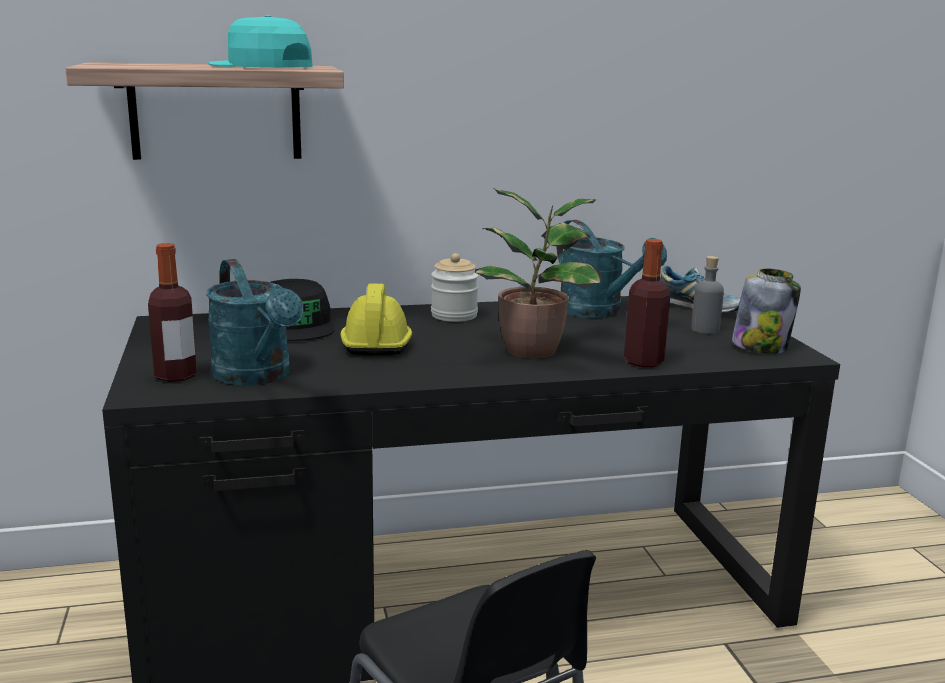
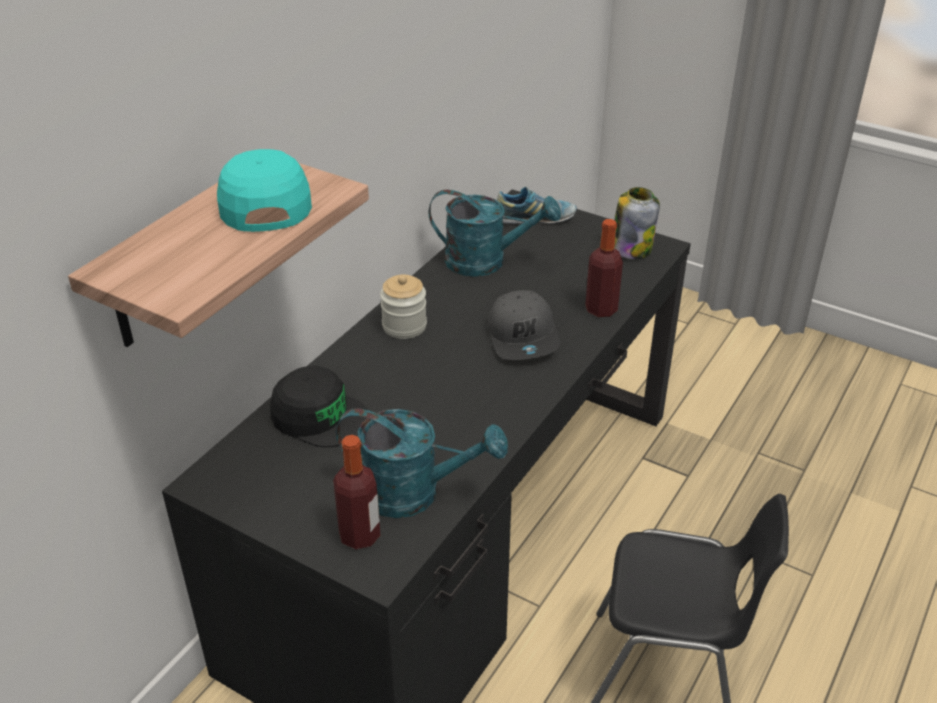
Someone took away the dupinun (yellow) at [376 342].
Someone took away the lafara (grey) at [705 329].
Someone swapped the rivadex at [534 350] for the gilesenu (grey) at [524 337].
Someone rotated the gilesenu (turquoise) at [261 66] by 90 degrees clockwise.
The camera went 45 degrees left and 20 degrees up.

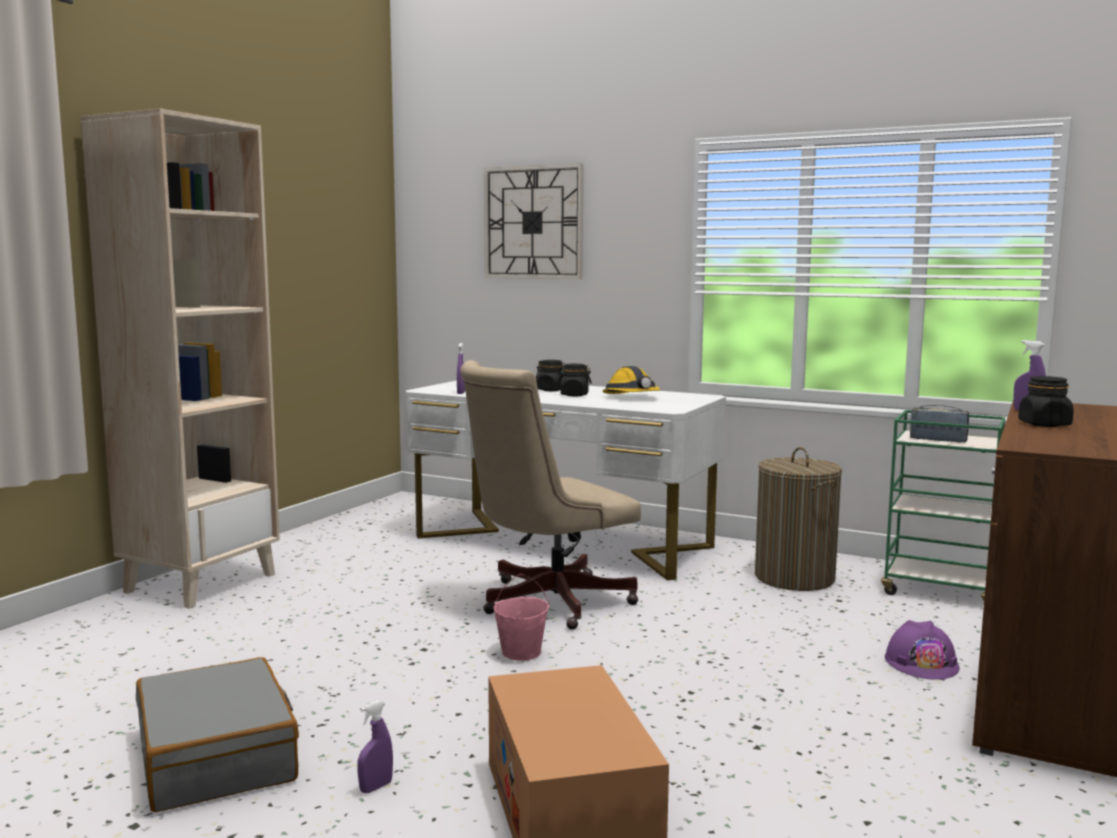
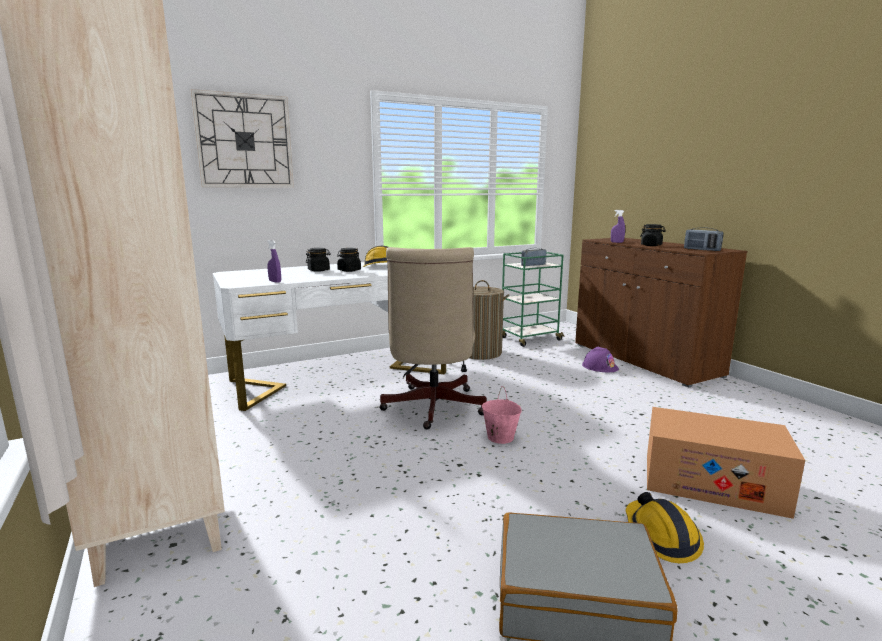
Someone put down the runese at [701 250].
Someone swapped the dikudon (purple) at [376 787] for the dupinun at [660 536].
The camera went 55 degrees left and 5 degrees up.

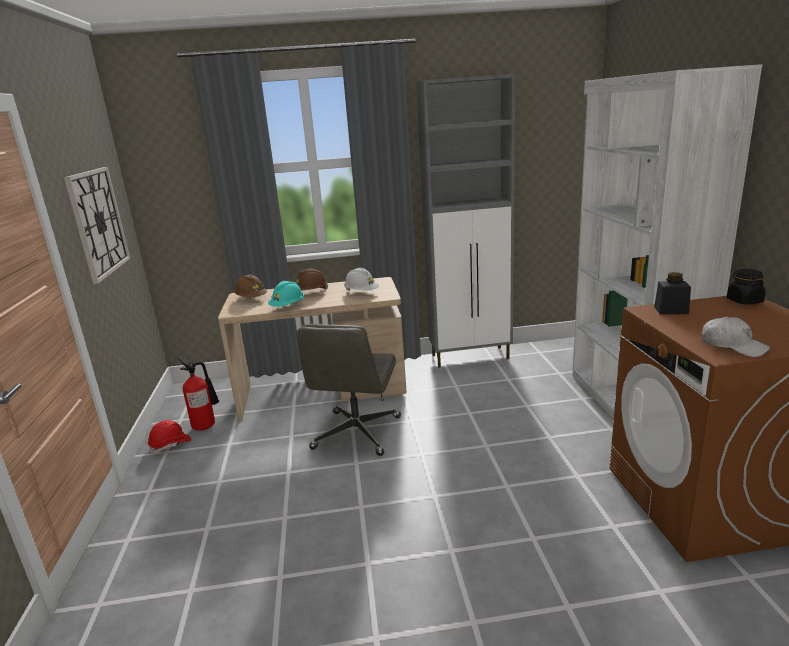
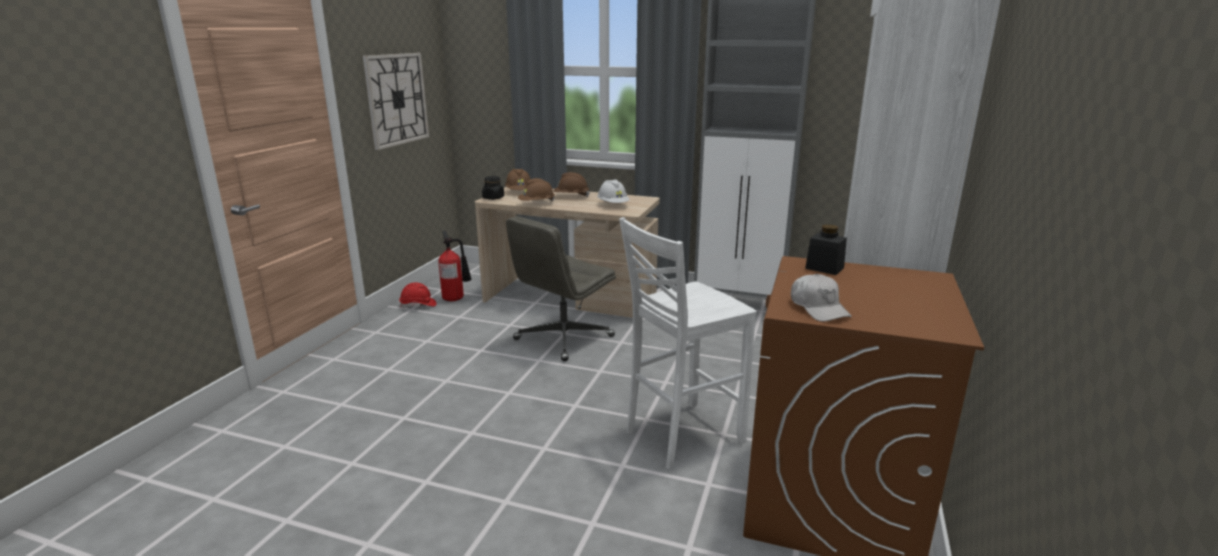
Someone put down the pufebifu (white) at [680 436].
Someone carried the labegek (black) from [744 301] to [493 198].
Someone repainted the dupinun (turquoise) at [287 307], which became the dupinun (brown) at [537 204].
The camera went 25 degrees right and 0 degrees up.

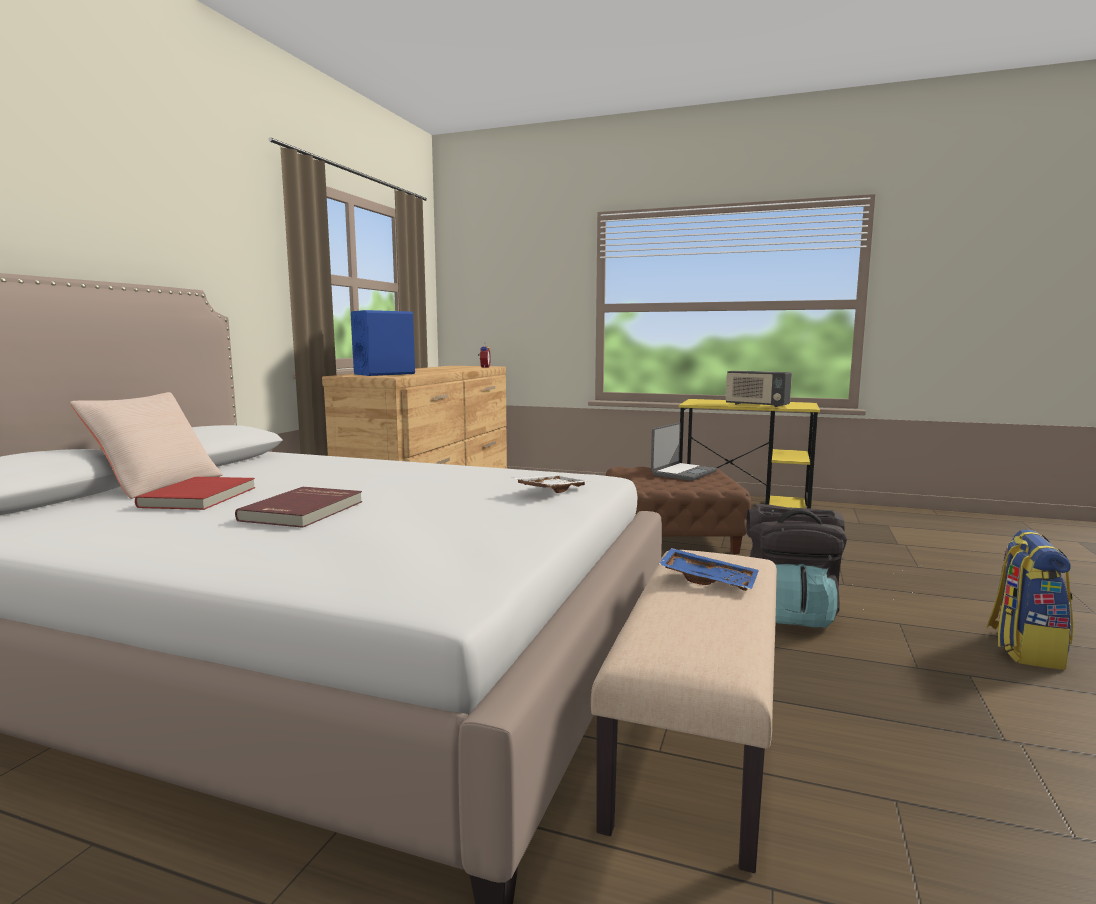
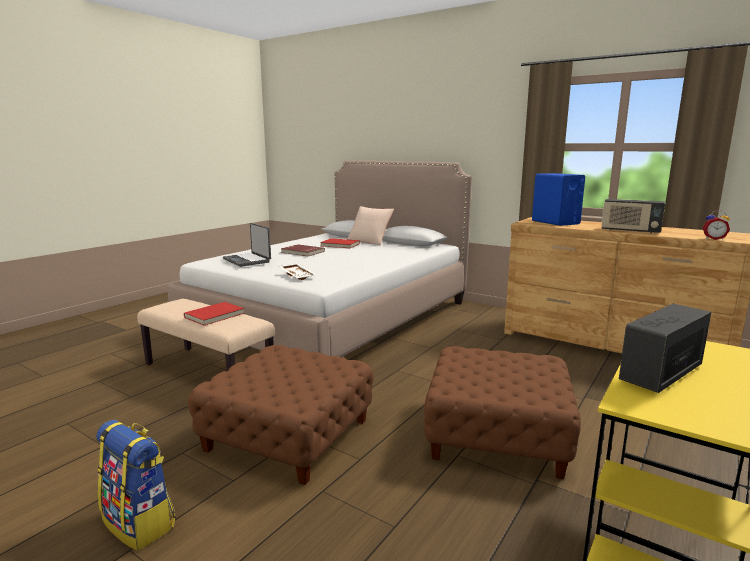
Someone put down the runese at [630 231].
Someone carried the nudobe from [683 473] to [247 260].
Someone swapped the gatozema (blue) at [708 580] for the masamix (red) at [215 315].
Someone swapped the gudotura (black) at [790 614] for the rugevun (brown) at [288 435].
The camera went 105 degrees right and 5 degrees up.

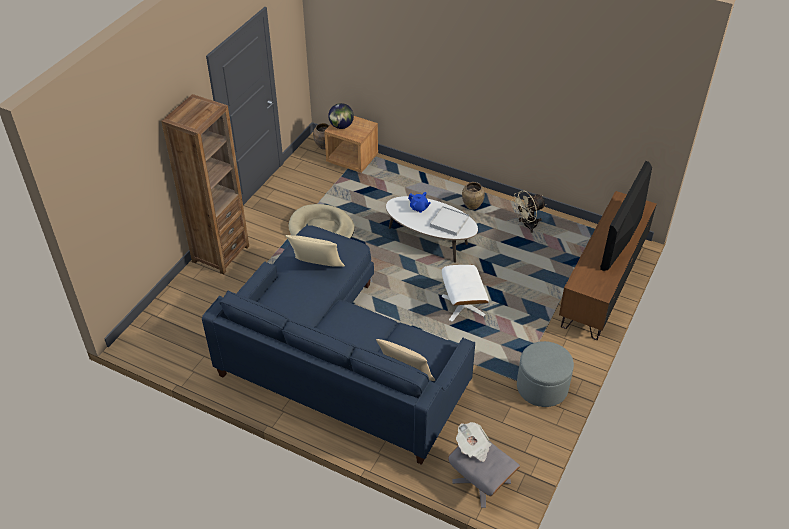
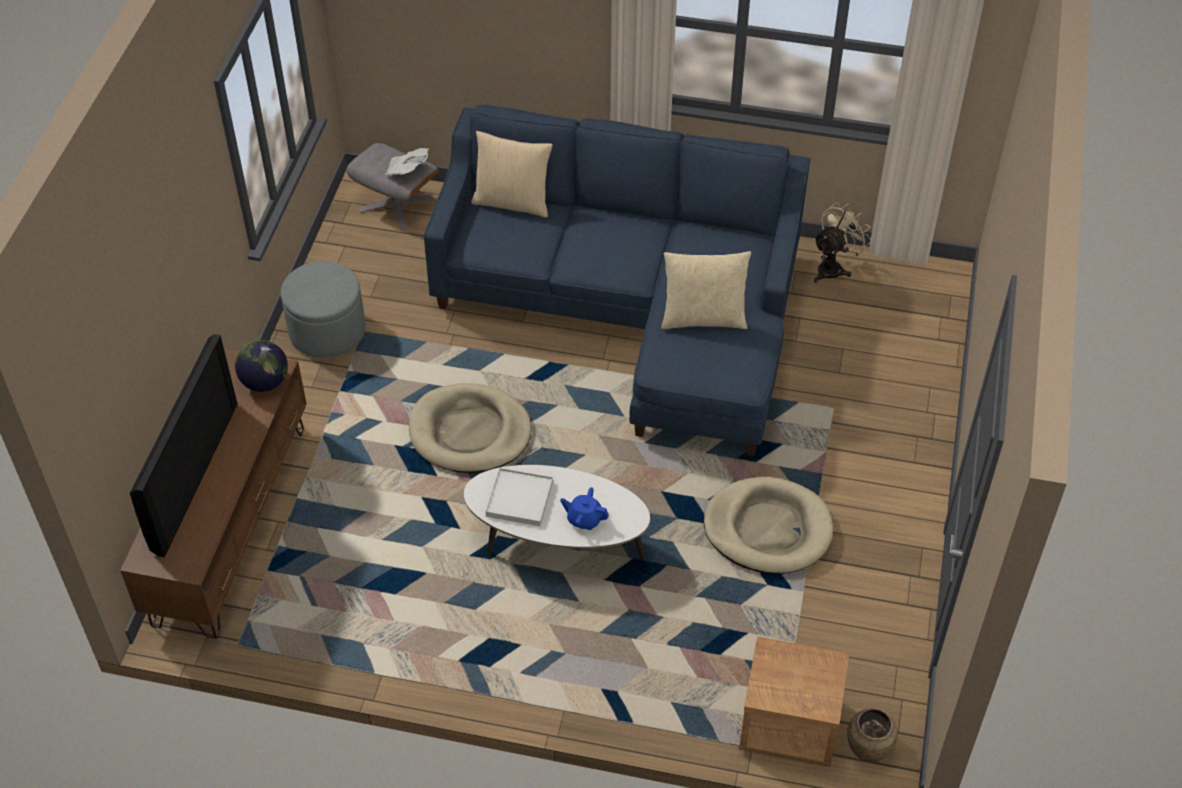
Someone took away the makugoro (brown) at [220 254].
Someone took away the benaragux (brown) at [472 206].
Someone carried the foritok from [341 126] to [265 382].
Someone carried the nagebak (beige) from [526 225] to [834 267].
Someone swapped the rugevun (white) at [462 305] for the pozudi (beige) at [470 432].
The camera went 165 degrees right and 5 degrees up.

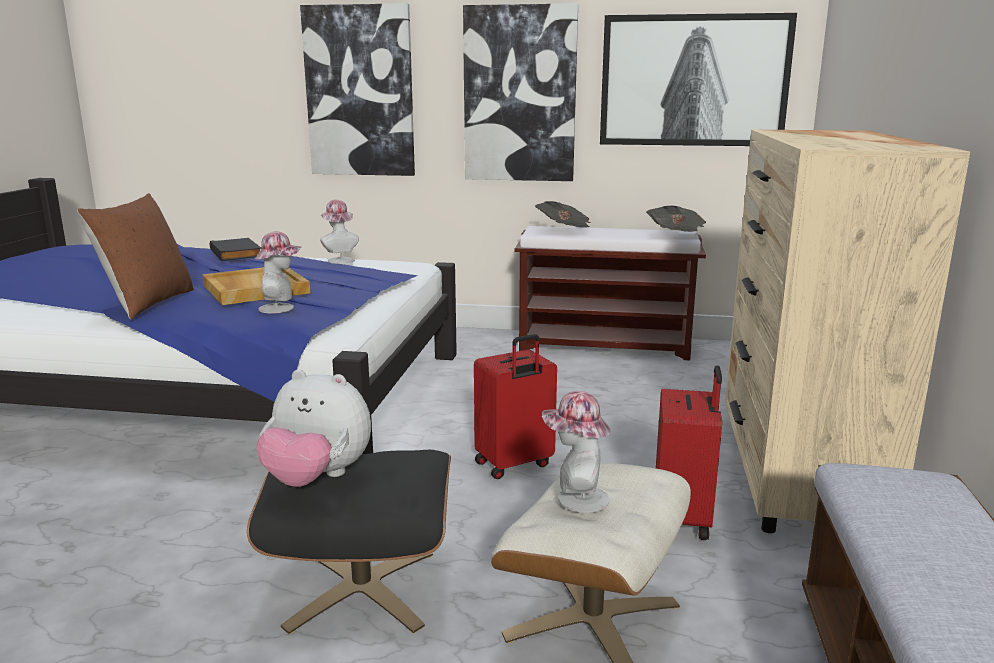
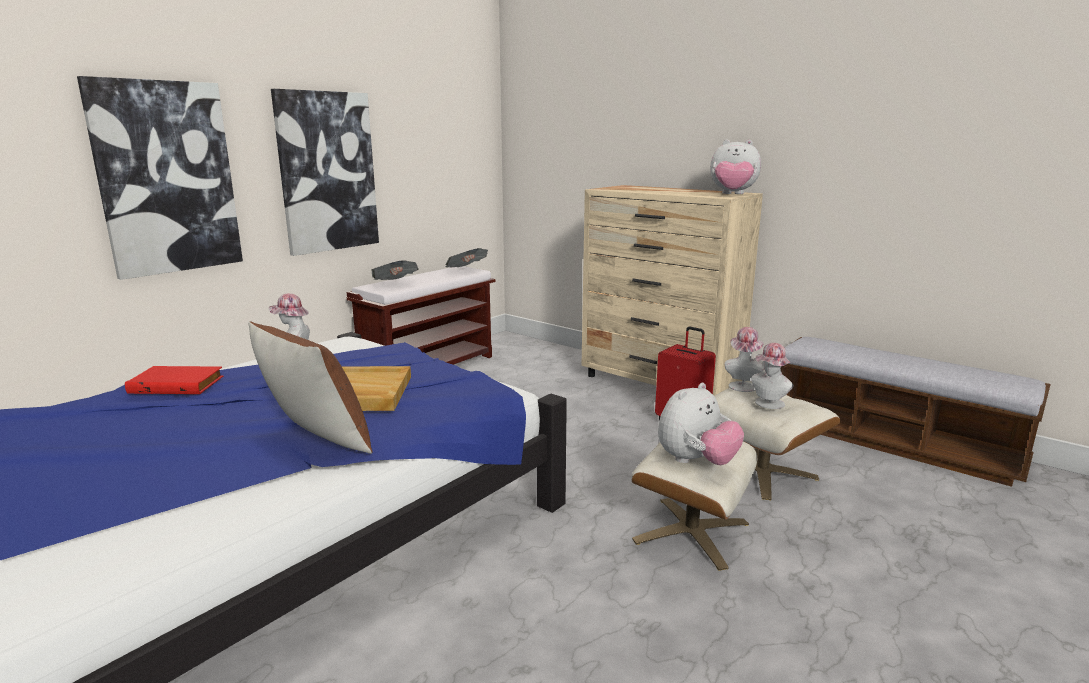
Someone took away the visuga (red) at [514 465].
Someone took away the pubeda at [694 81].
Someone put down the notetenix at [732 194].
Someone carried the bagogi from [281 308] to [742 385].
Someone repainted the masamix (black) at [237 253], which became the masamix (red) at [178 384].
Someone repainted the rugevun (black) at [362 588], which became the rugevun (beige) at [690 531].
The camera went 60 degrees left and 0 degrees up.

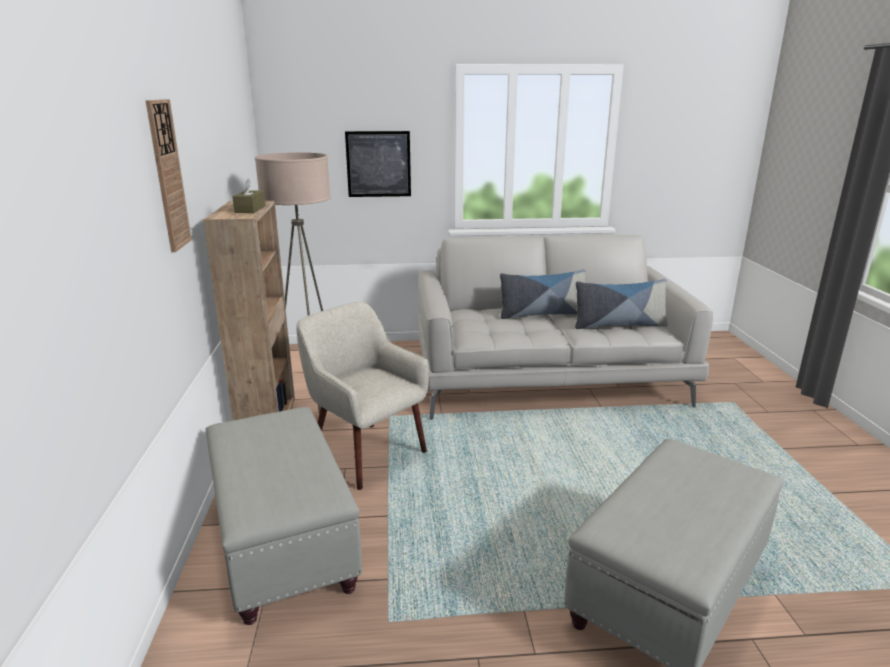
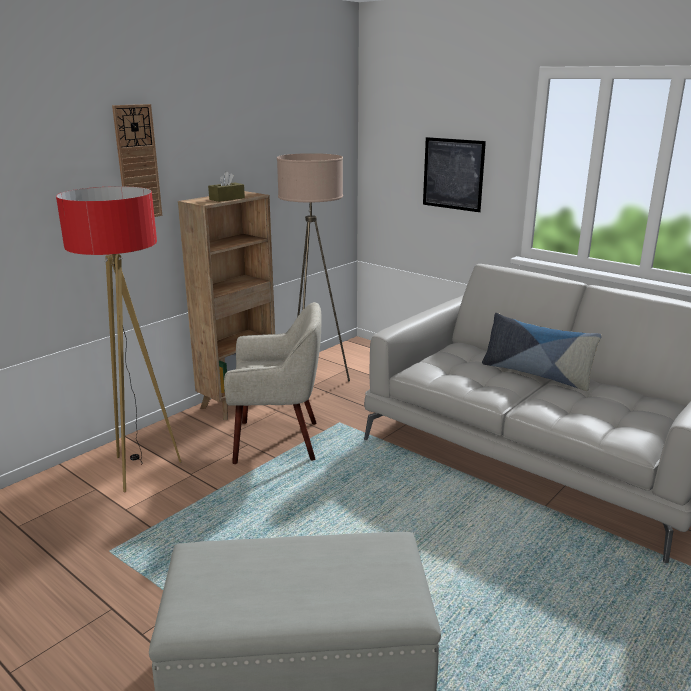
Someone took away the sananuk at [618 325].
Someone swapped the rugevun (grey) at [283 542] for the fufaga at [141 470].
Someone rotated the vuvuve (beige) at [366 453] by 90 degrees clockwise.
The camera went 45 degrees right and 0 degrees up.

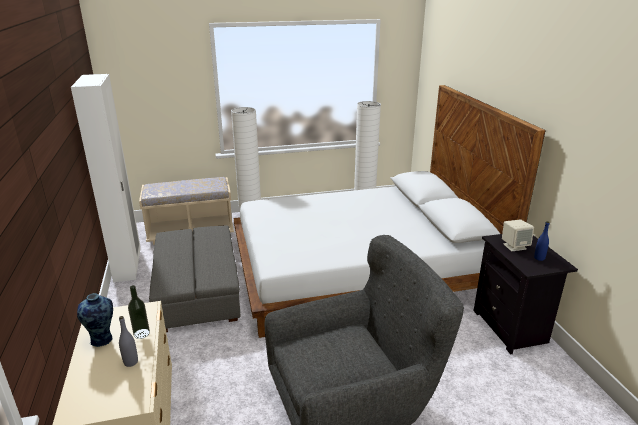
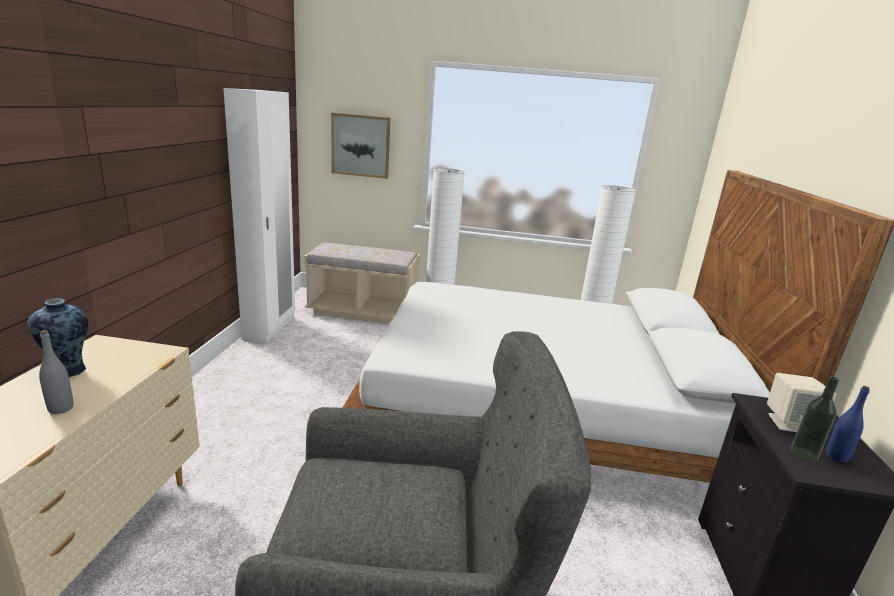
Someone took away the rugevun (grey) at [198 290].
Someone put up the pubeda at [360 145].
Someone carried the lafara from [141 333] to [803 454].
The camera went 20 degrees right and 5 degrees down.

